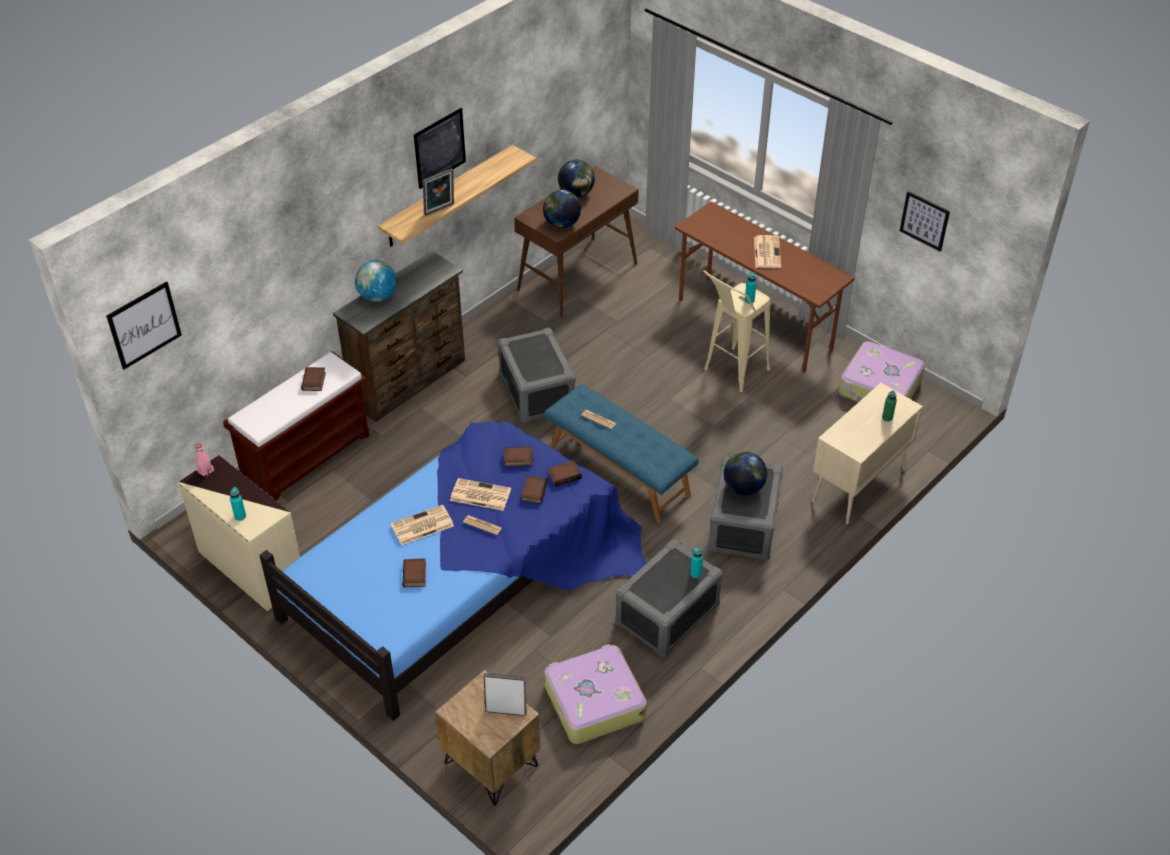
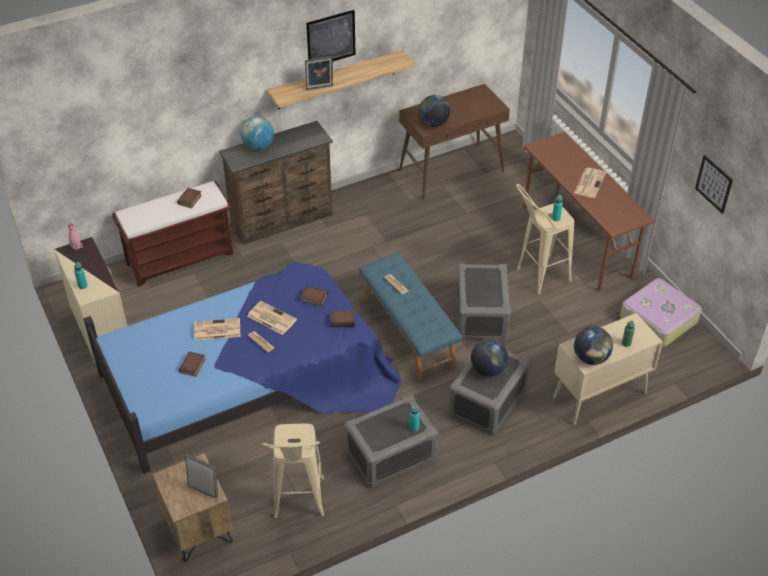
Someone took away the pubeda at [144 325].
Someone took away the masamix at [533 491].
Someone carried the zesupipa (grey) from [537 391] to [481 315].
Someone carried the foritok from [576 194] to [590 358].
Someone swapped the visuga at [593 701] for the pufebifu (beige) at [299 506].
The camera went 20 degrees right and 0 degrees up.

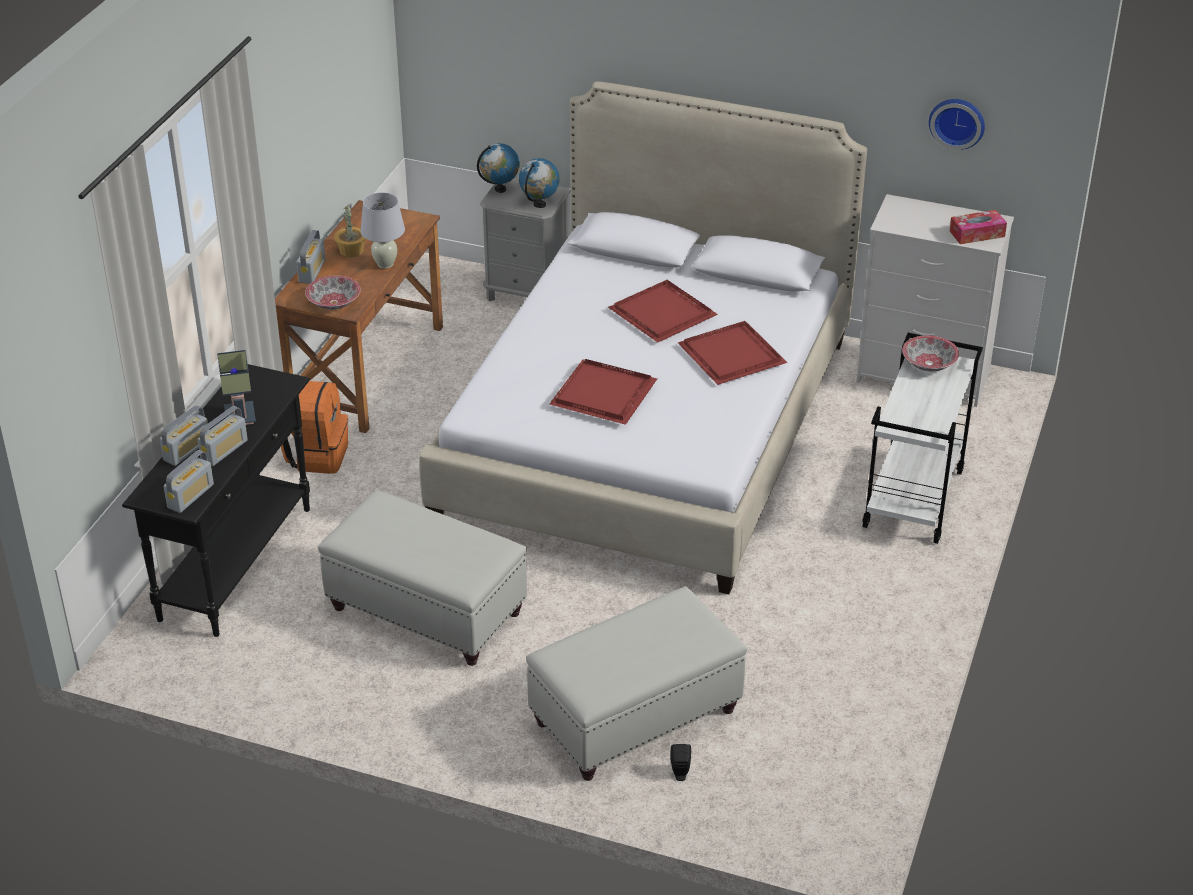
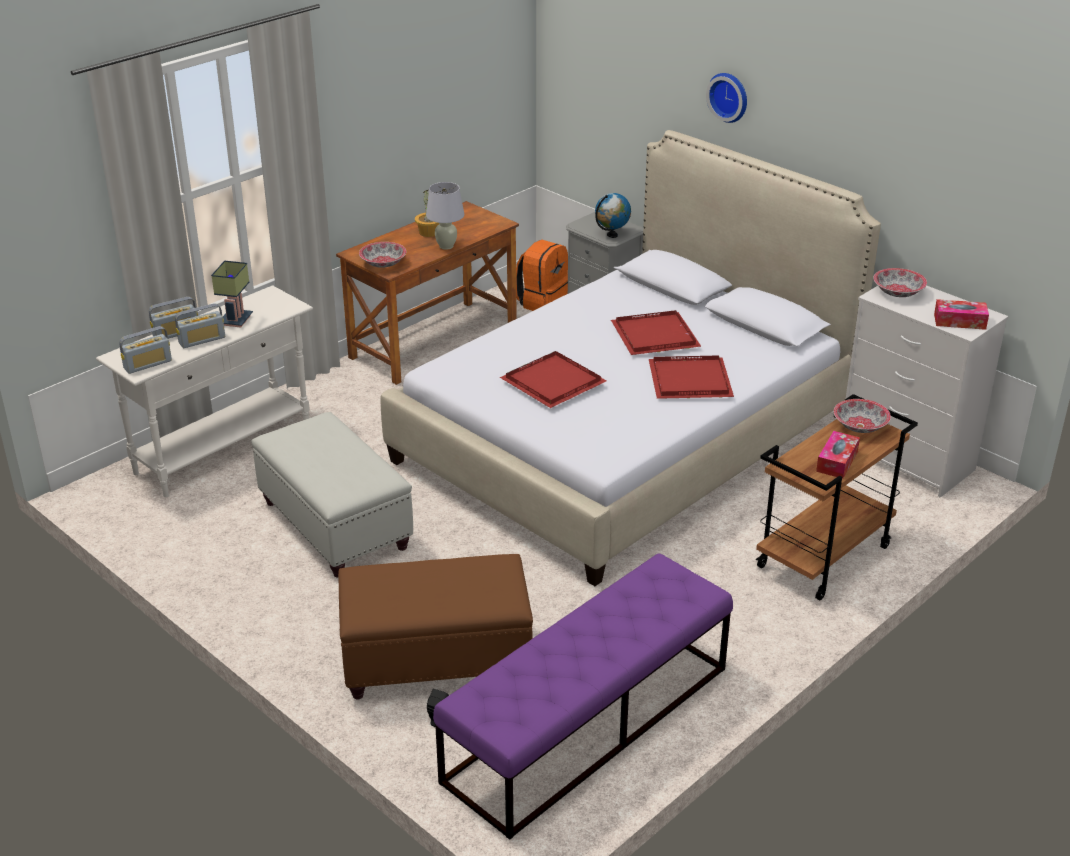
Someone took away the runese at [312 271].
Someone took away the foritok at [500 189].
Someone put down the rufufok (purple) at [587 724].
Someone put down the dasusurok at [837 461].
Someone put down the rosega at [898 292].
Someone carried the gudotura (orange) from [317 455] to [543 302].
Someone carried the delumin from [957 122] to [729 96].
Someone repainted the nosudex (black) at [237 563], which became the nosudex (white) at [224 449].
Someone repainted the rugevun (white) at [634 717], which became the rugevun (brown) at [435 660].
Someone repainted the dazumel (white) at [914 500], which became the dazumel (brown) at [823 558].
The camera went 25 degrees right and 5 degrees down.

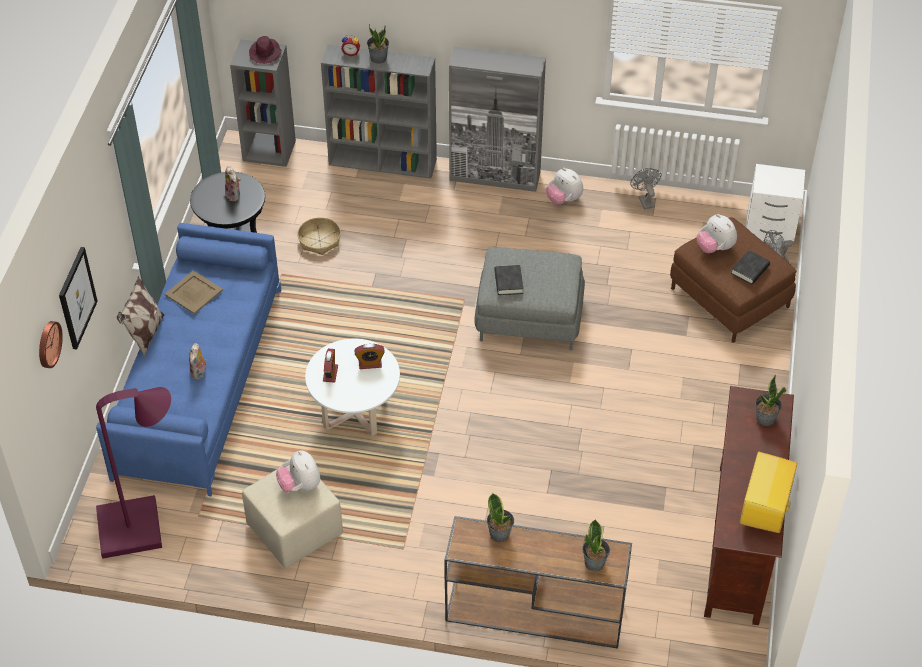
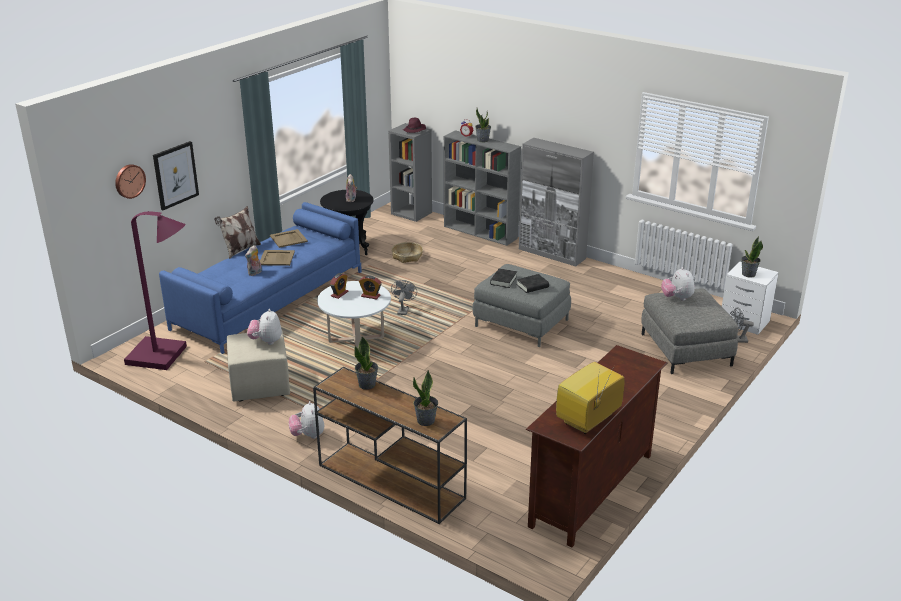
Someone put down the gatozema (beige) at [277 258].
Someone carried the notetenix from [564 199] to [308 435].
Someone carried the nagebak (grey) from [644 200] to [403 310].
Someone carried the masamix (black) from [750 270] to [532 286].
Someone carried the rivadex from [765 418] to [748 274].
Someone repainted the rugevun (brown) at [730 297], which became the rugevun (grey) at [686 349].
The camera went 25 degrees right and 20 degrees down.

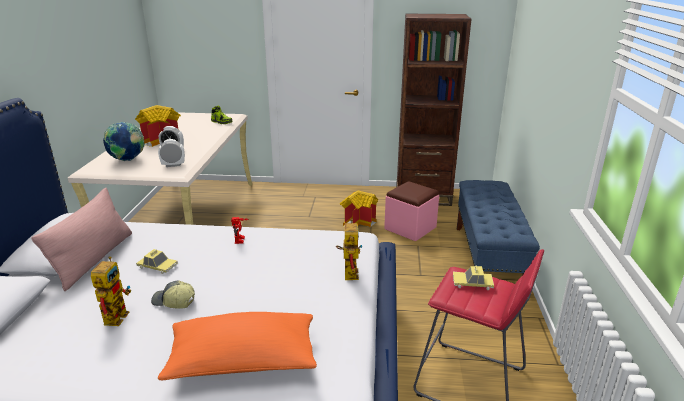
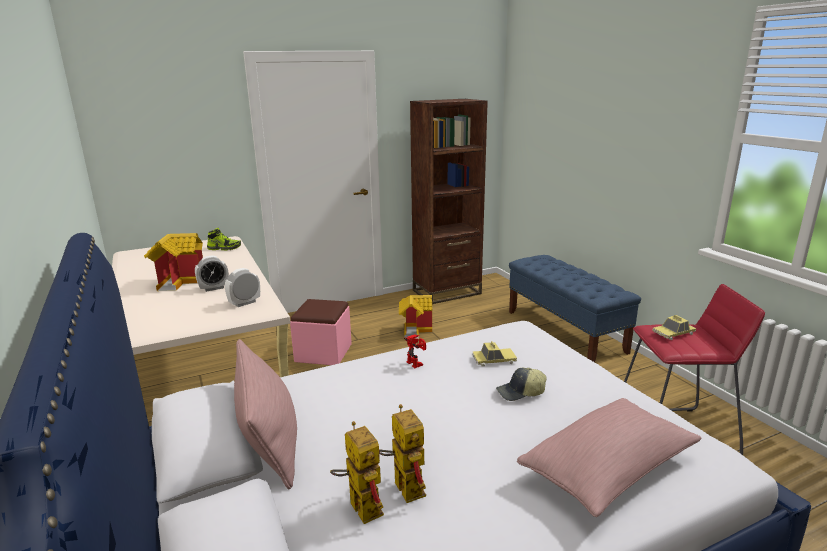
Someone took away the foritok at [127 160].
Someone carried the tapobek from [157 266] to [494 360].
Someone carried the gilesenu from [173 302] to [520 393].
Someone carried the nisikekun from [349 271] to [359 505].
Someone carried the rugevun (pink) from [410 228] to [323 353].
Someone repainted the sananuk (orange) at [243 361], which became the sananuk (pink) at [608 470].
The camera went 30 degrees left and 5 degrees down.

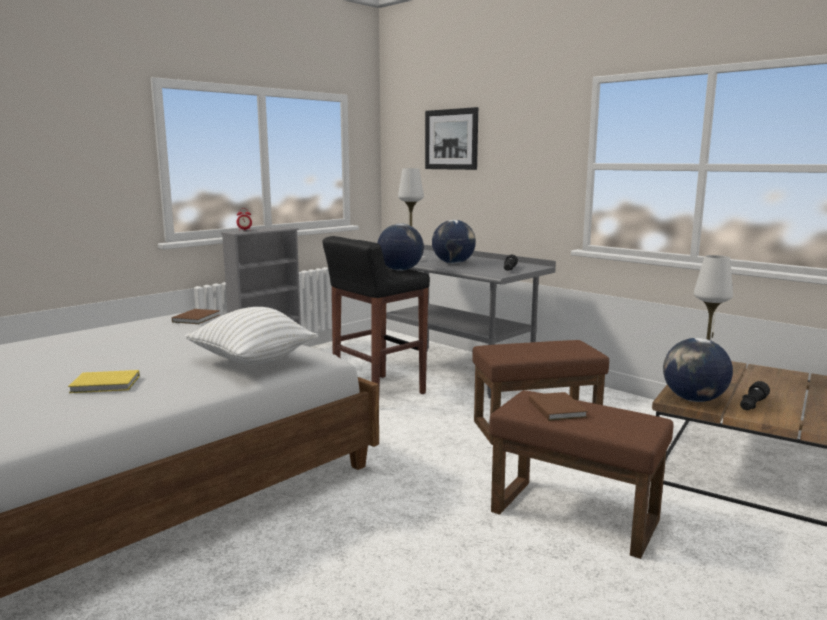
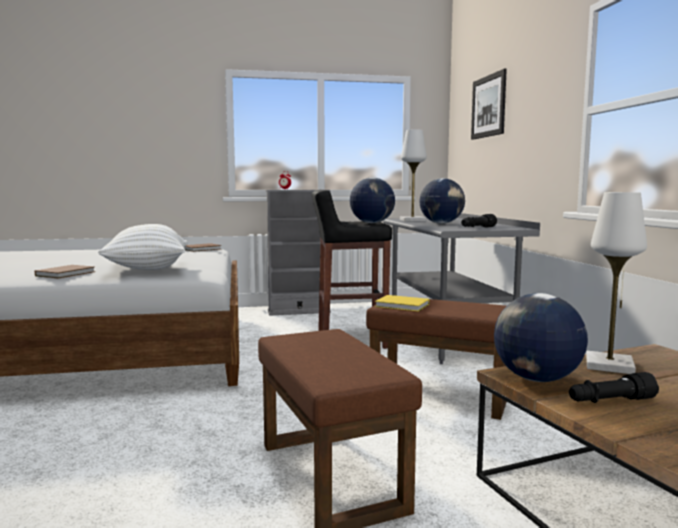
Someone carried the masamix (yellow) from [107 384] to [403 306].
Someone carried the masamix (brown) from [557 408] to [67 273].
The camera went 35 degrees right and 5 degrees down.

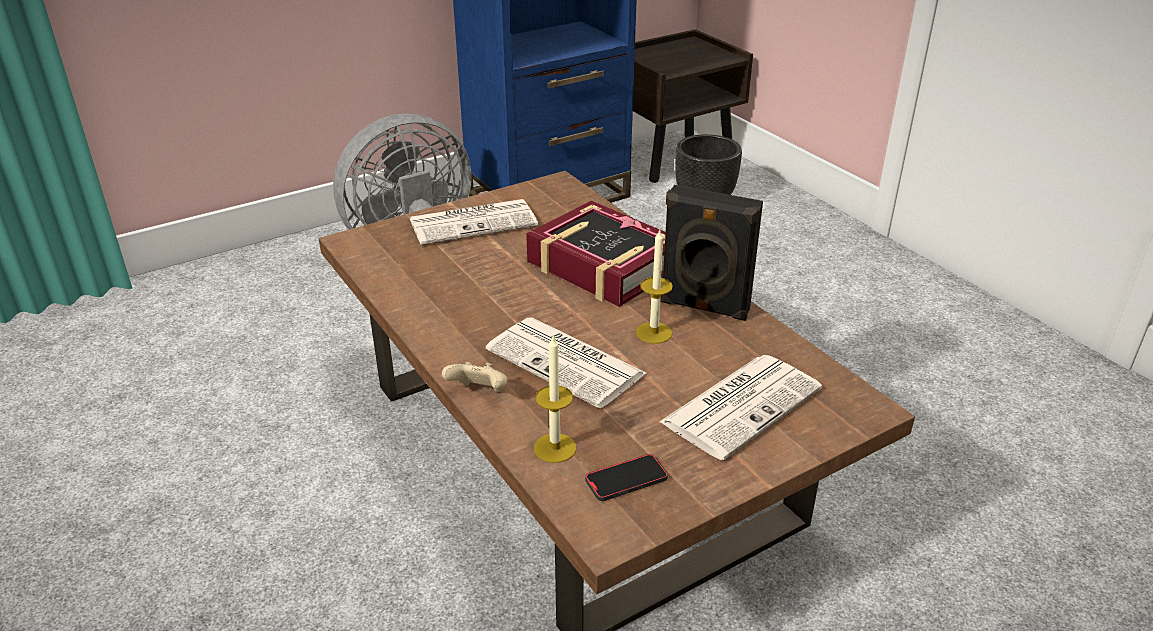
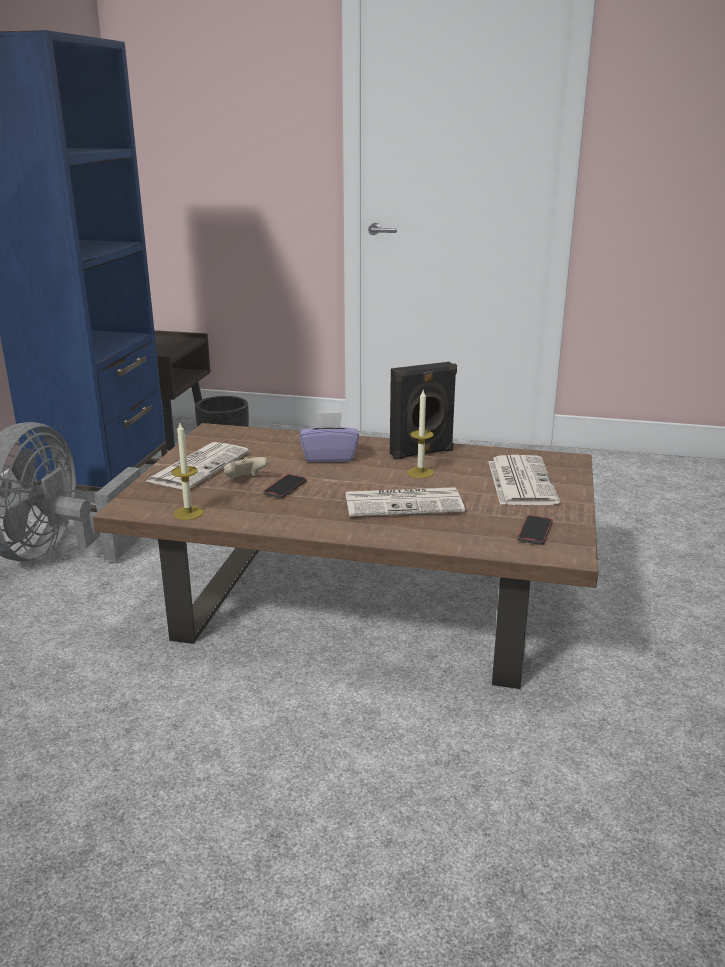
Someone put down the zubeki at [285 488].
Someone carried the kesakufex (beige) from [479 393] to [244 481].
Someone carried the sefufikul from [555 448] to [188 513].
Someone swapped the masamix at [603 266] for the dasusurok (purple) at [329 456].
The camera went 45 degrees left and 10 degrees down.

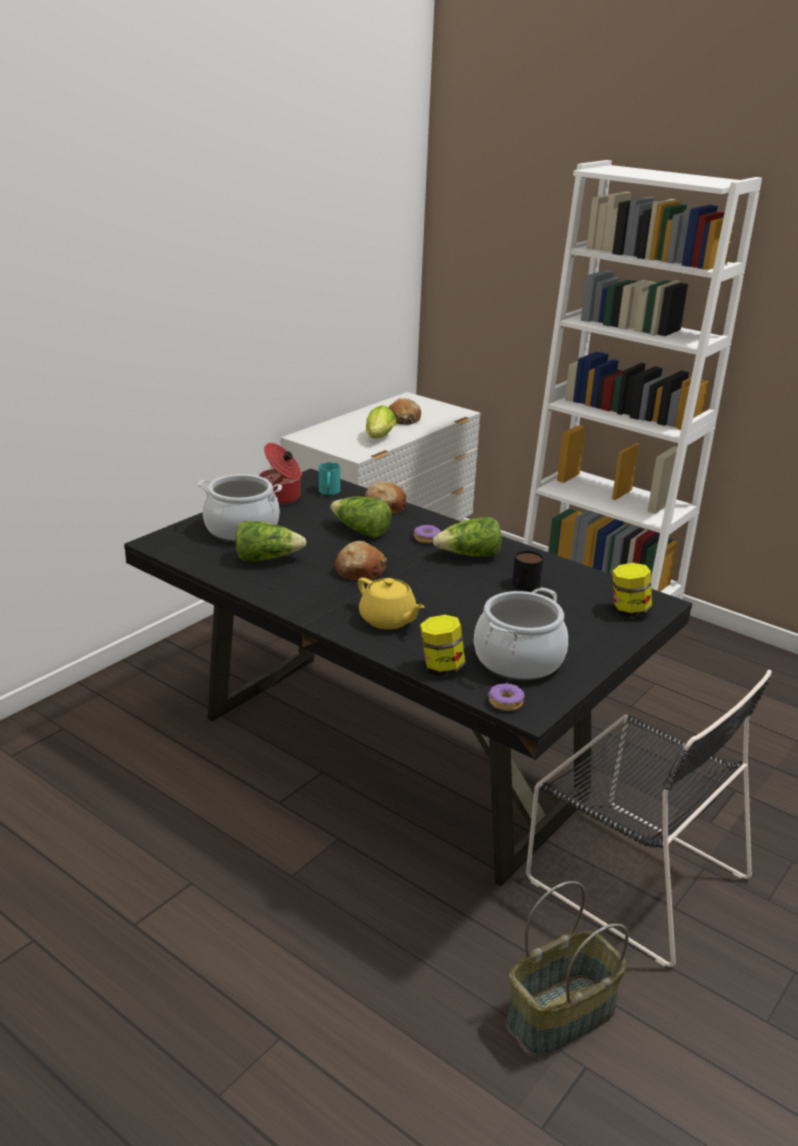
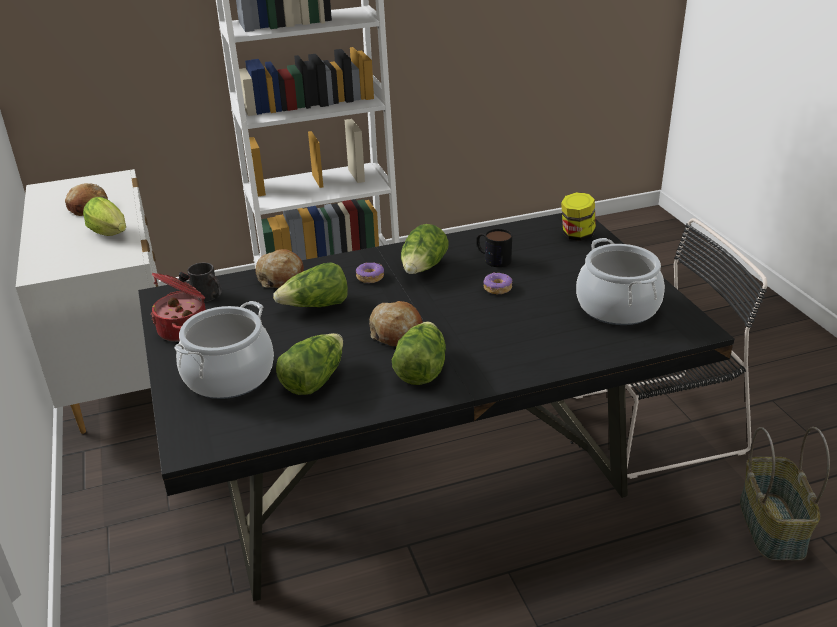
Someone took away the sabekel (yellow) at [388 620].
Someone took away the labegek at [441 668].
Someone put down the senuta at [420 368].
Someone carried the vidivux from [505 702] to [497 288].
Someone repainted the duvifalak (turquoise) at [329 492], which became the duvifalak (black) at [209 296].
The camera went 55 degrees left and 5 degrees up.

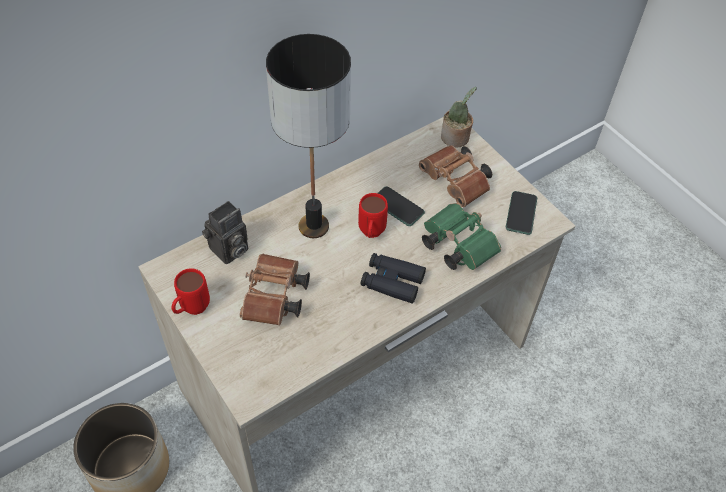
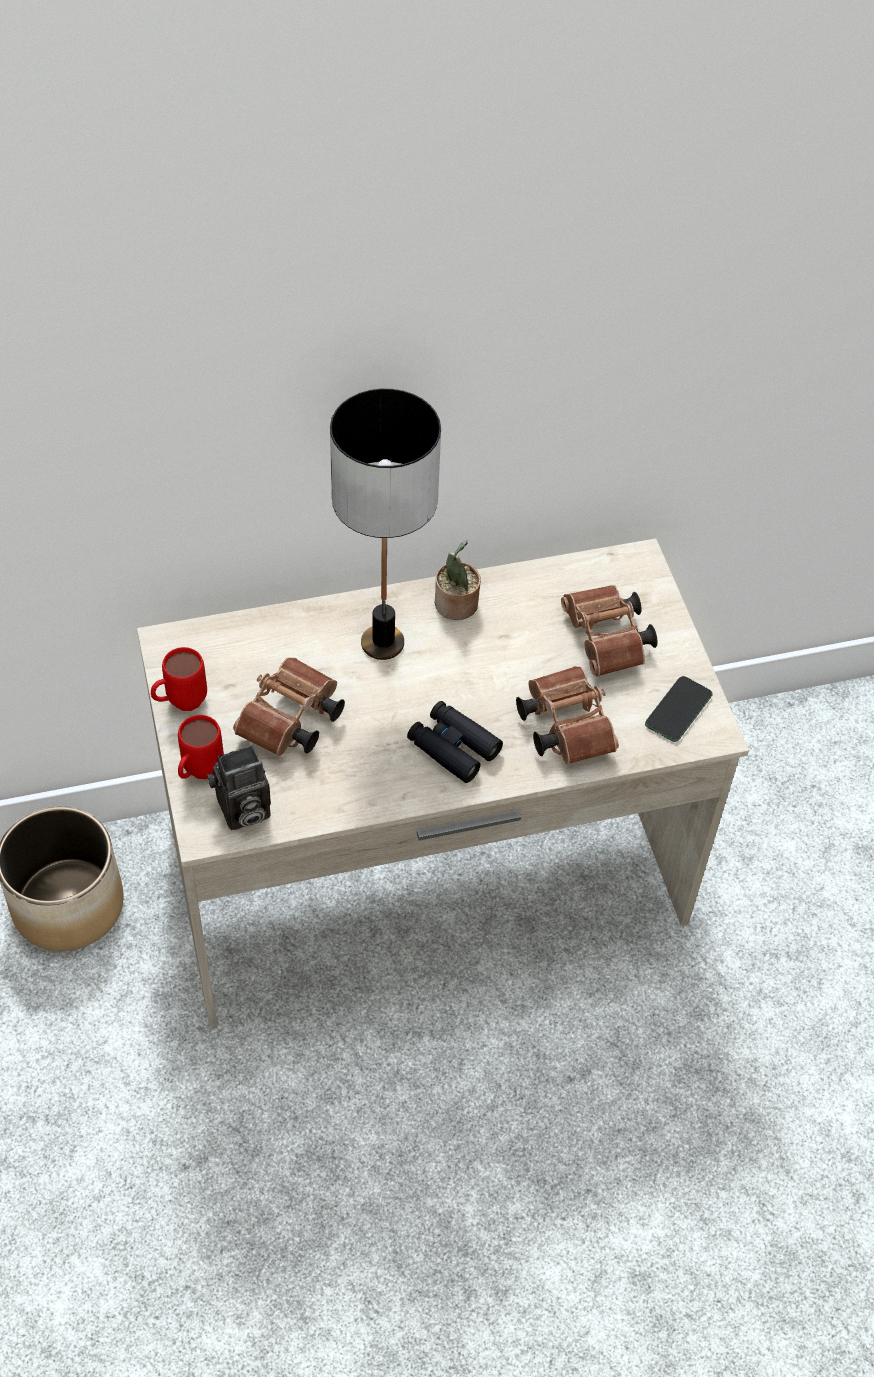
Someone took away the zubeki at [397 207].
Someone carried the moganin from [229 251] to [242 812].
Someone carried the duvifalak (red) from [371 234] to [198 773].
Someone carried the rivadex from [456 138] to [456 606].
Someone repainted the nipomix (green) at [455 245], which became the nipomix (brown) at [563 725].
The camera went 20 degrees right and 0 degrees up.

